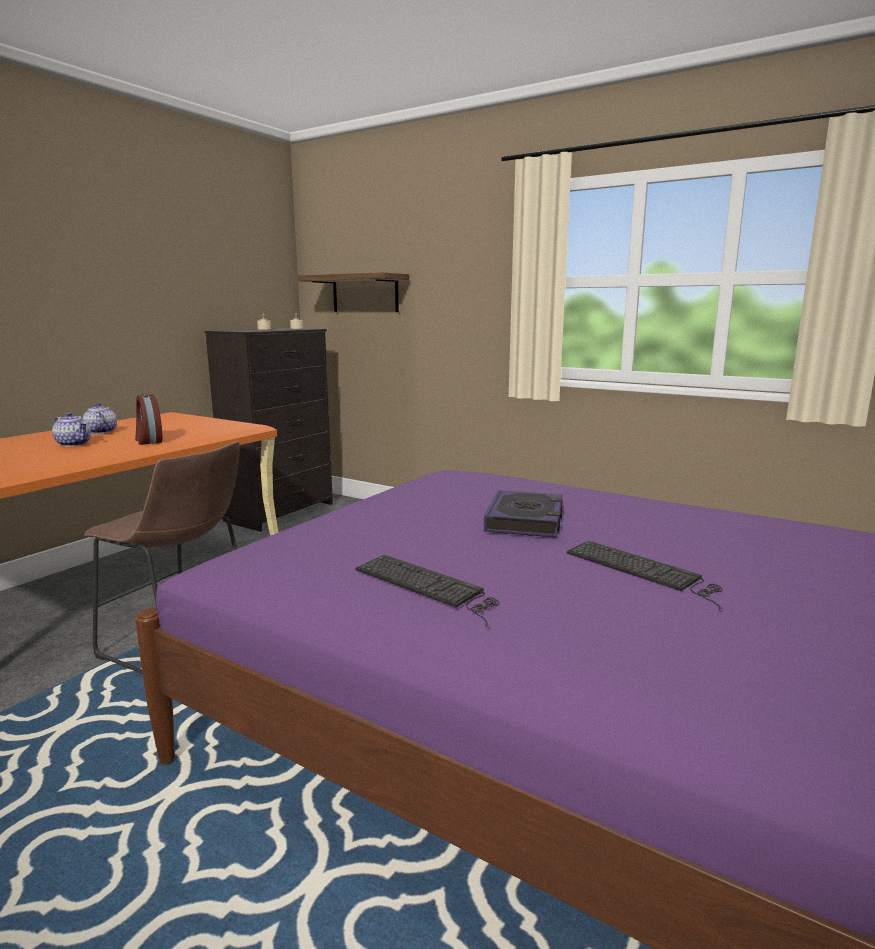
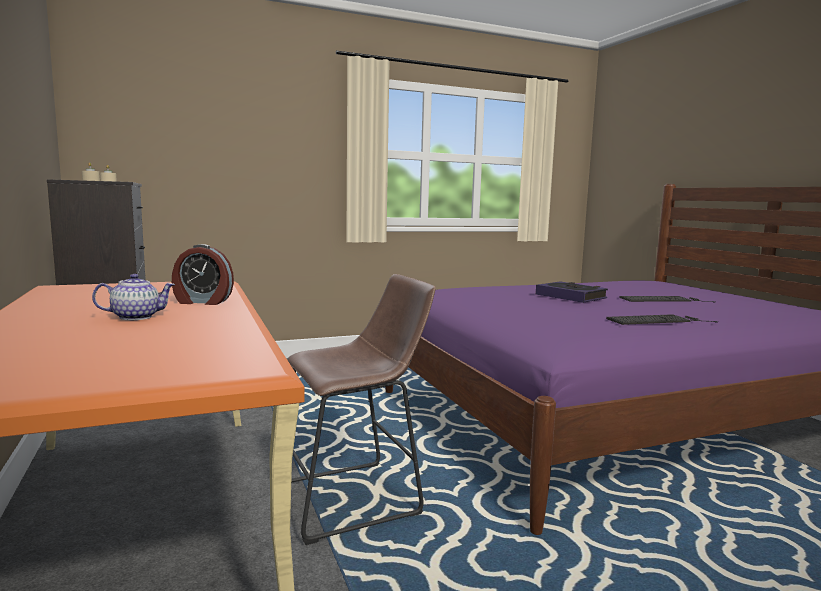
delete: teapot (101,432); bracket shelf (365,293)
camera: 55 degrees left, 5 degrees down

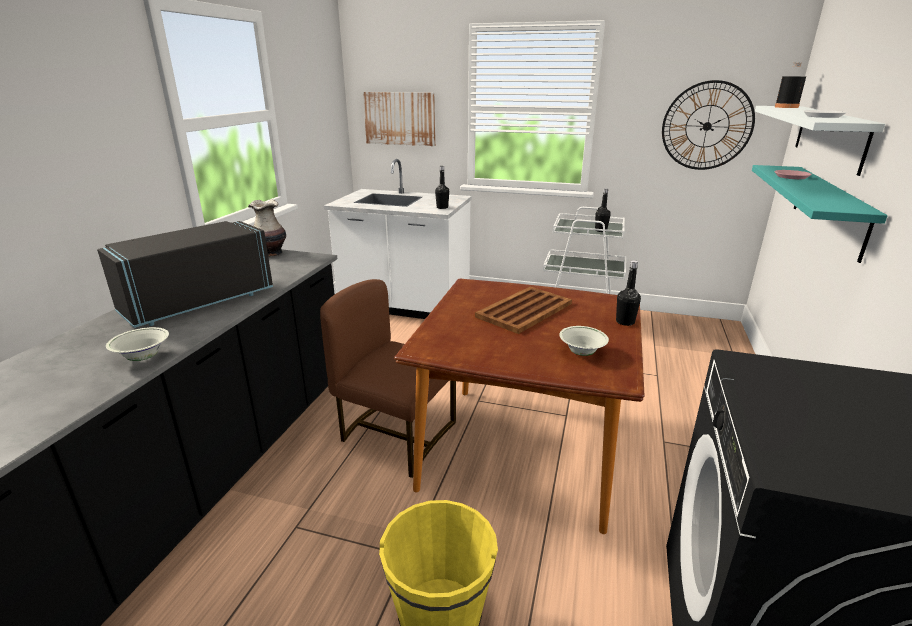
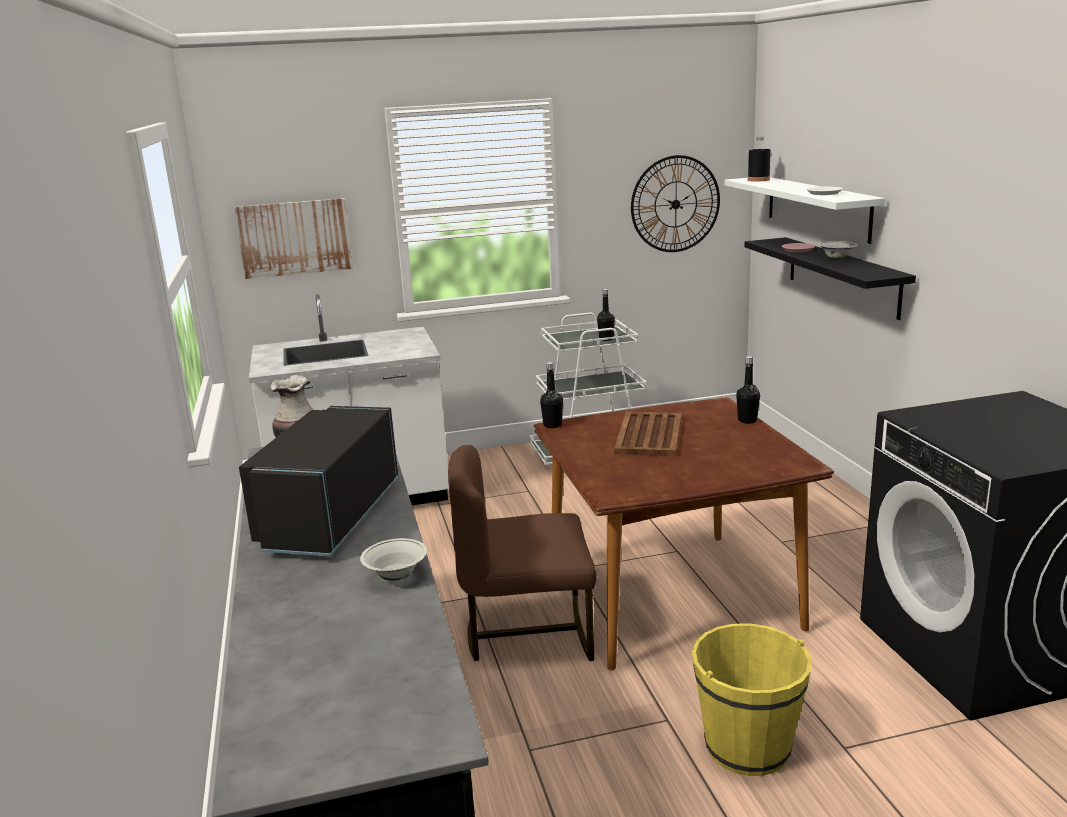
move: drink bottle in black-coloured (442,207) to (552,425); serving bowl in white-coloured (581,353) to (836,259)
recolor: bracket shelf in turquoise (829,209) to bracket shelf in black-coloured (842,276)
camera: 30 degrees left, 5 degrees down

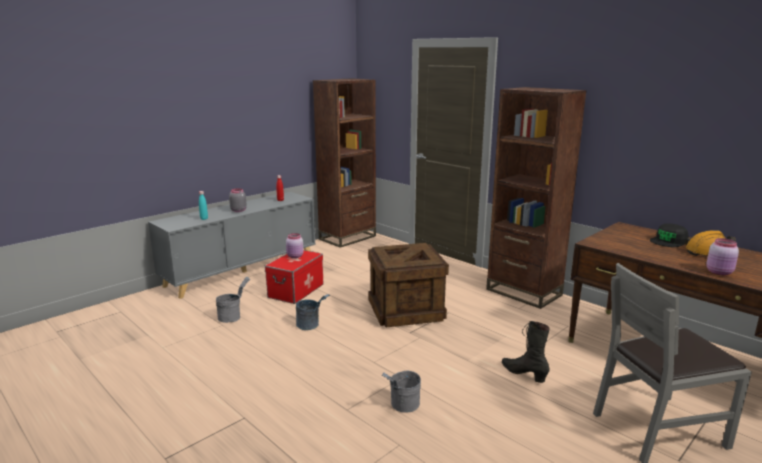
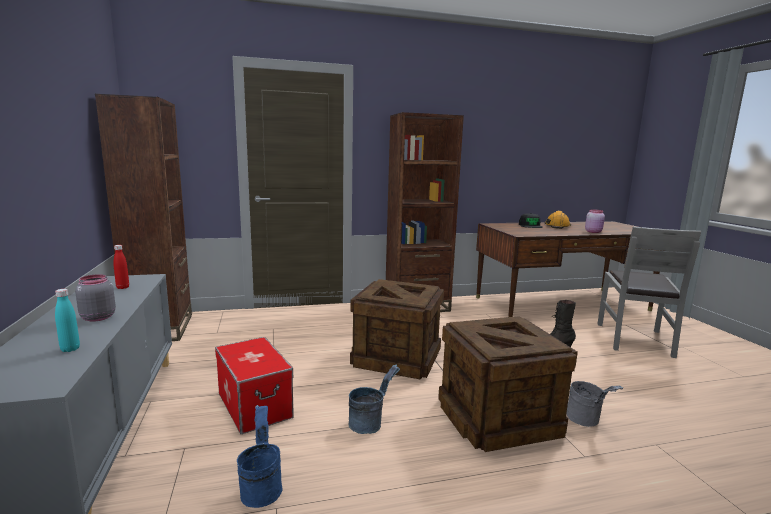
delete: preserve jar in pinkish (295,256)
insert: crate (496,418)
recolor: water bucket in gray (233,317) to water bucket in blue-coloured (261,487)
camera: 60 degrees left, 5 degrees down

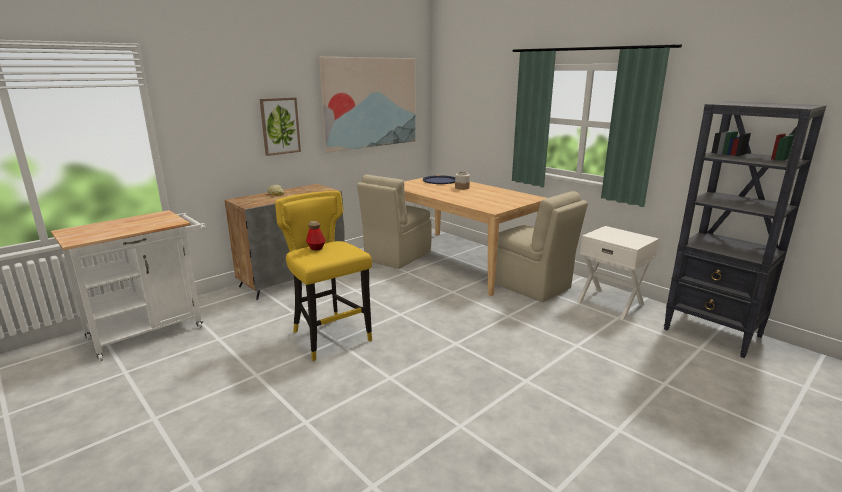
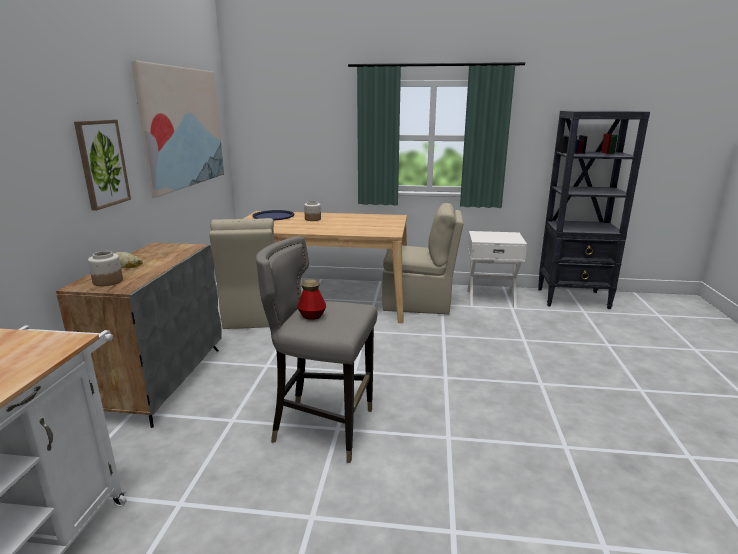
insert: preserve jar (107,281)
recolor: sitting stool in yellowish (329,337) to sitting stool in gray (322,427)
camera: 40 degrees left, 0 degrees up

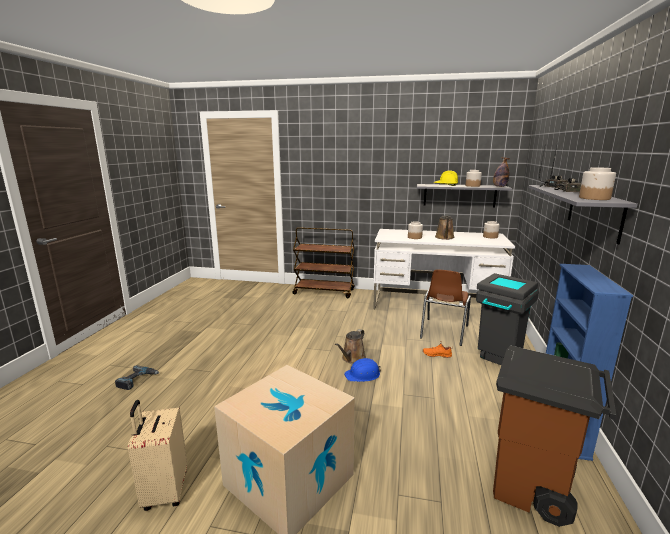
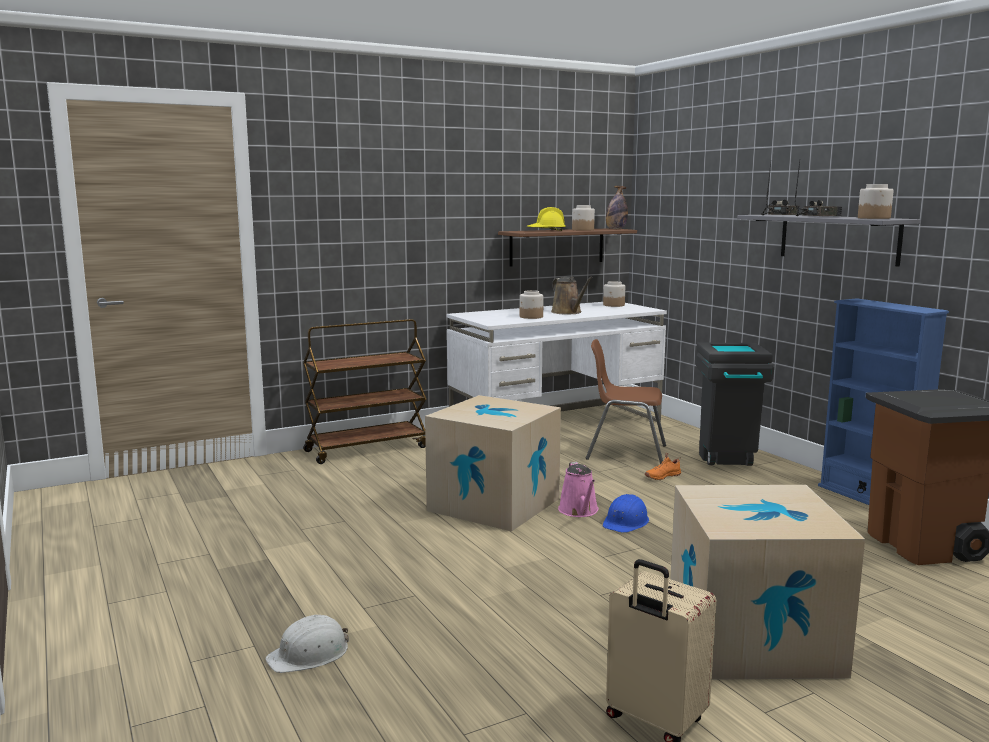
insert: cardboard box (494,504)
replace: drill (137,380) to hard hat in white-coloured (309,654)
recolor: sprinkling can in brown-coloured (352,358) to sprinkling can in pinkish (579,511); bracket shelf in gray (459,195) to bracket shelf in brown-coloured (557,247)
rotate: upright chair in brown-coloured (443,332) = (625,452) 120 degrees clockwise
camera: 40 degrees left, 5 degrees down

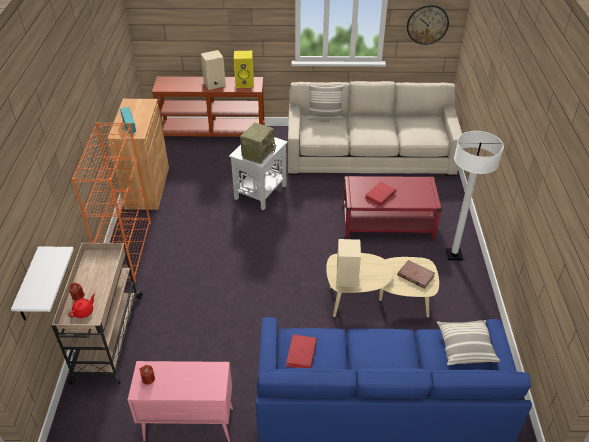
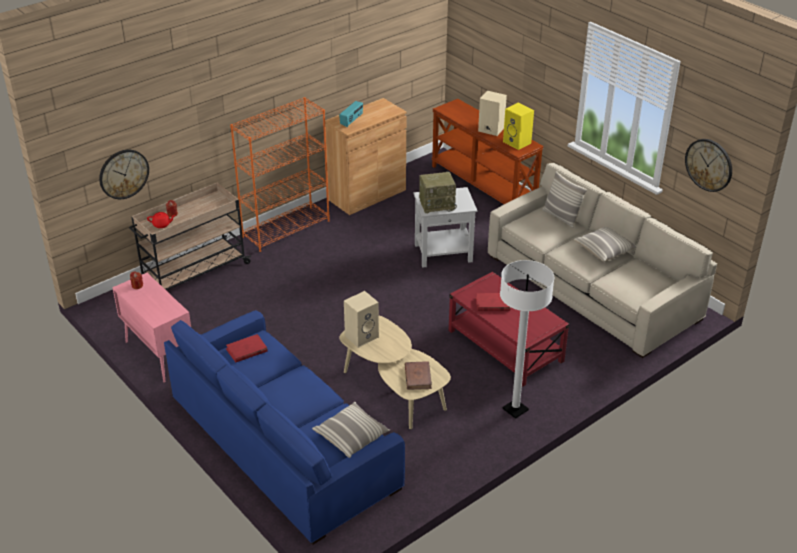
insert: pillow (604,250)
replace: bracket shelf in white-coloured (29,286) to wall clock (123,174)
camera: 50 degrees right, 5 degrees down

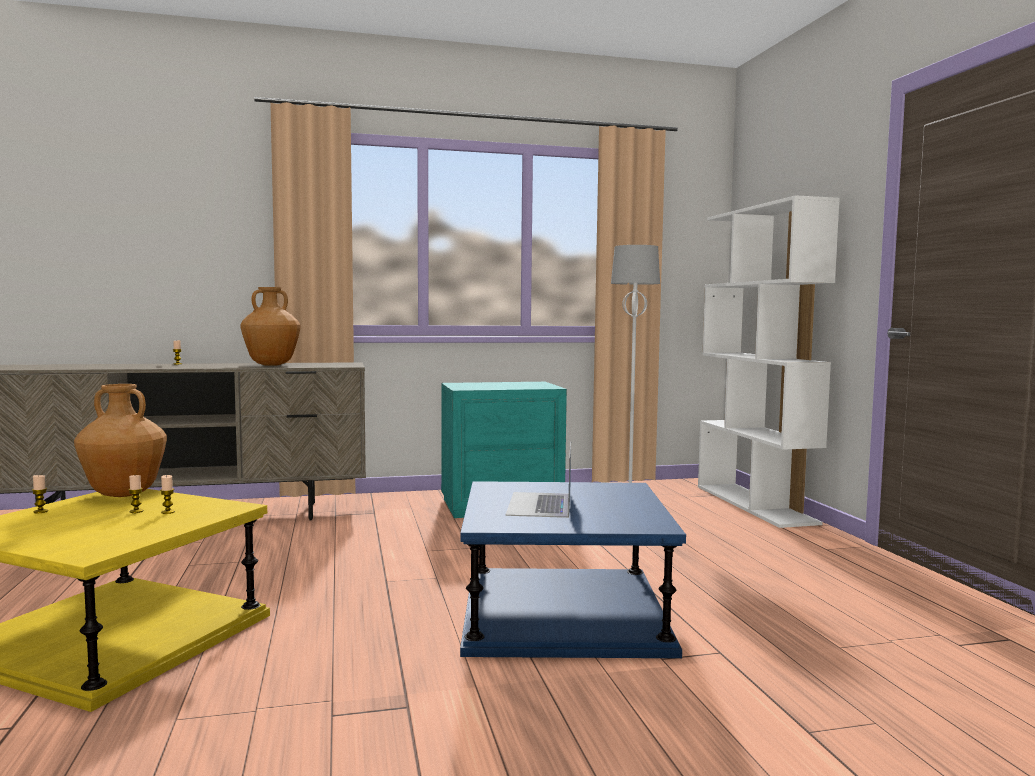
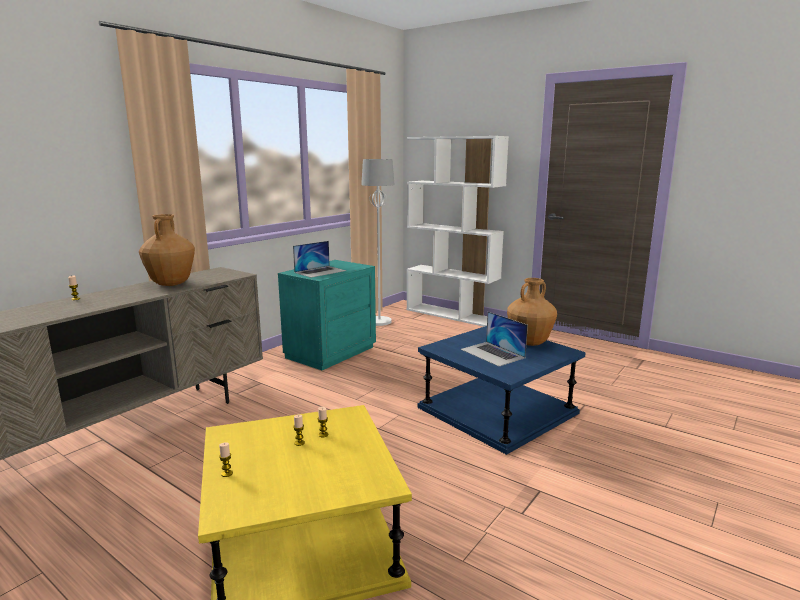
insert: laptop (320,271)
move: decorative vase in brown-coloured (124,494) to (529,343)
camera: 40 degrees left, 10 degrees up

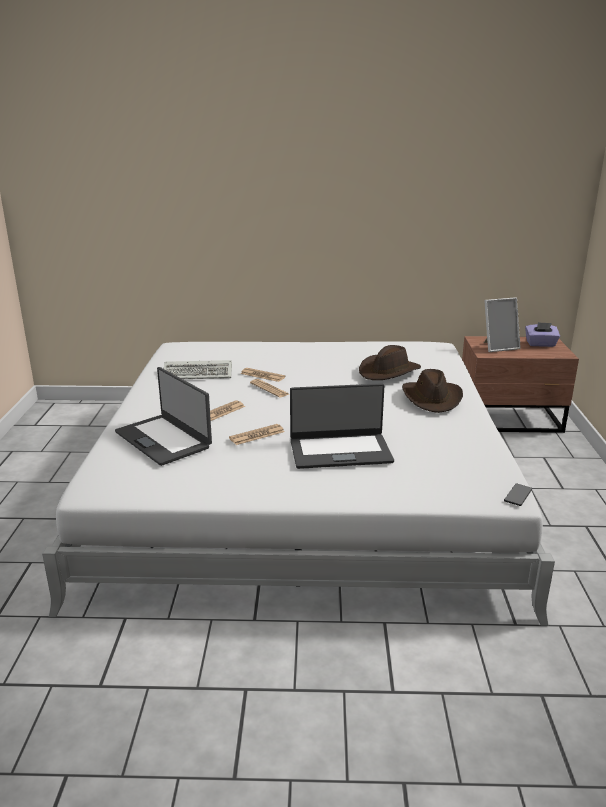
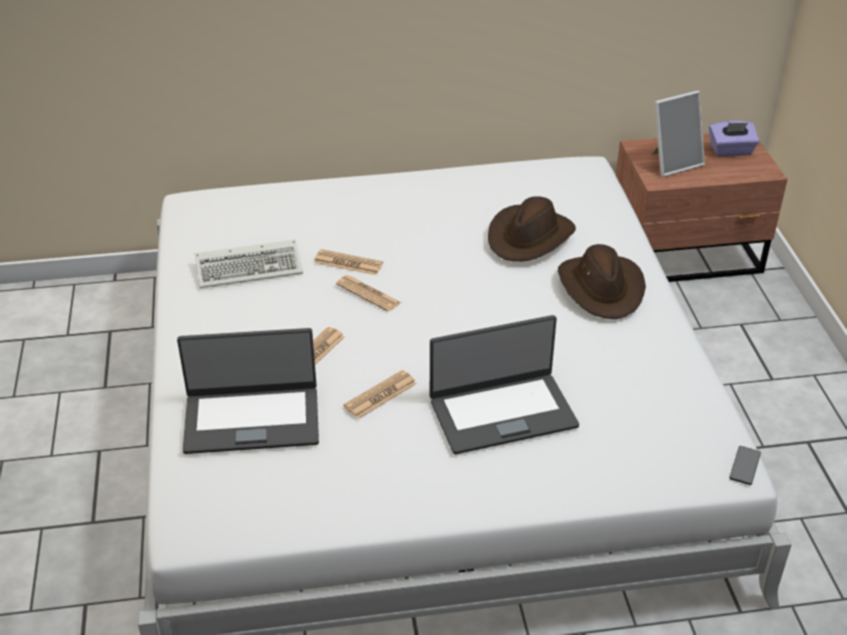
rotate: laptop (164,439) = (252,419) 45 degrees counterclockwise
camera: 10 degrees left, 15 degrees up

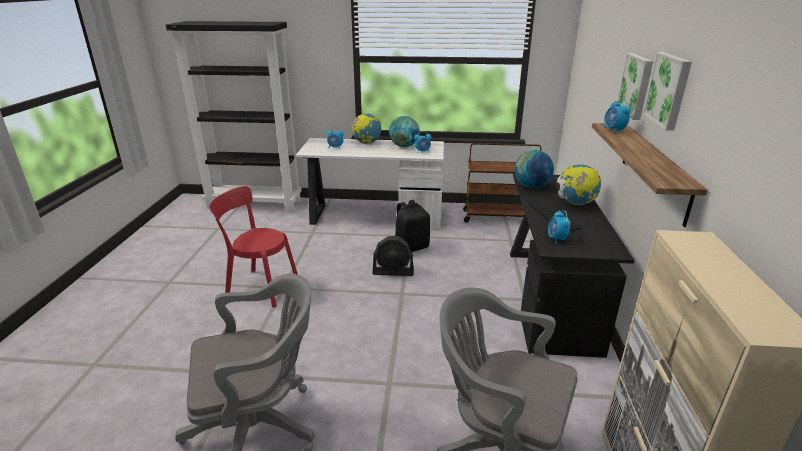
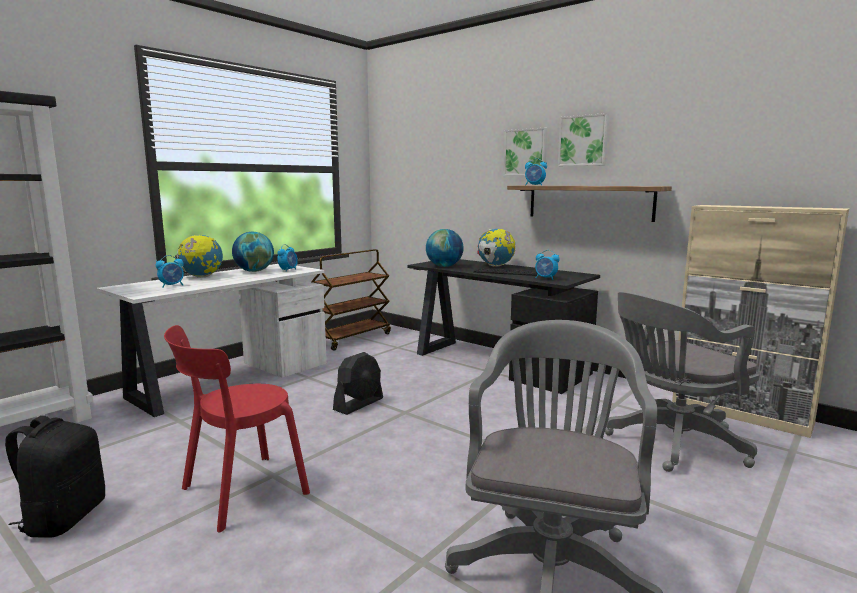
move: rucksack in black-coloured (411,247) to (63,518)
camera: 55 degrees left, 15 degrees down

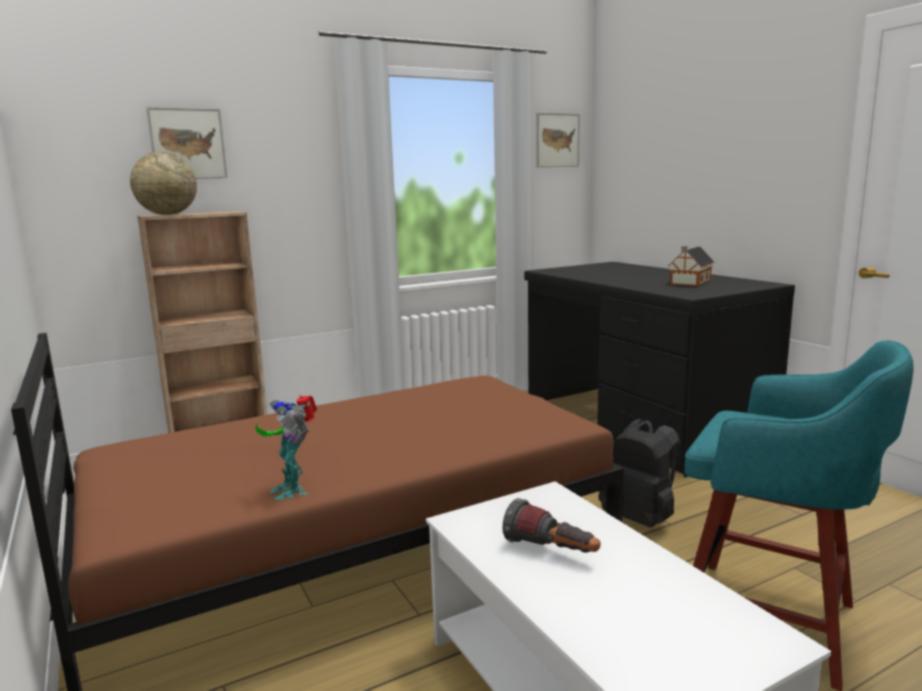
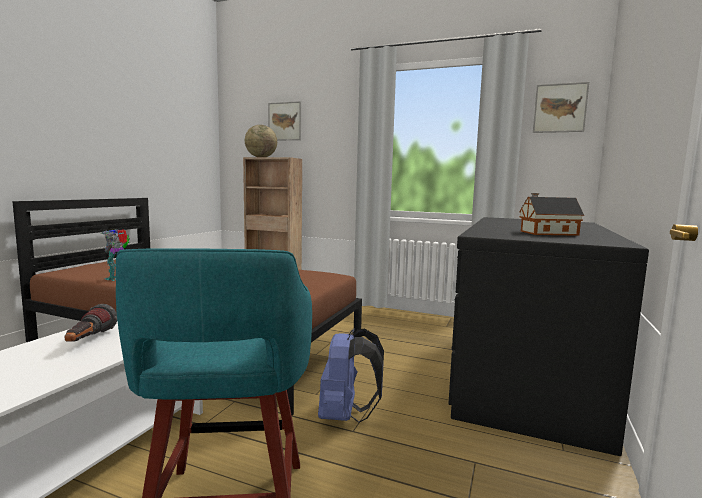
recolor: rucksack in black-coloured (640,518) to rucksack in blue-coloured (346,416)
camera: 50 degrees right, 5 degrees down

